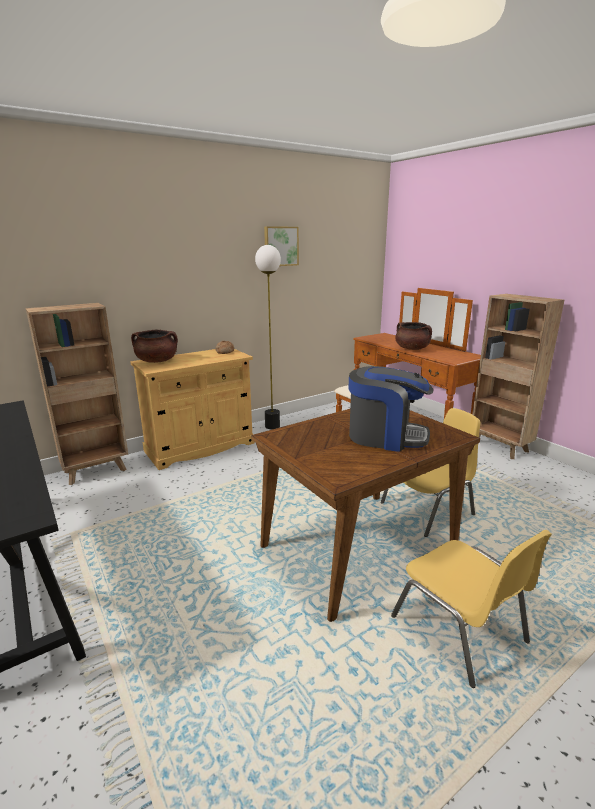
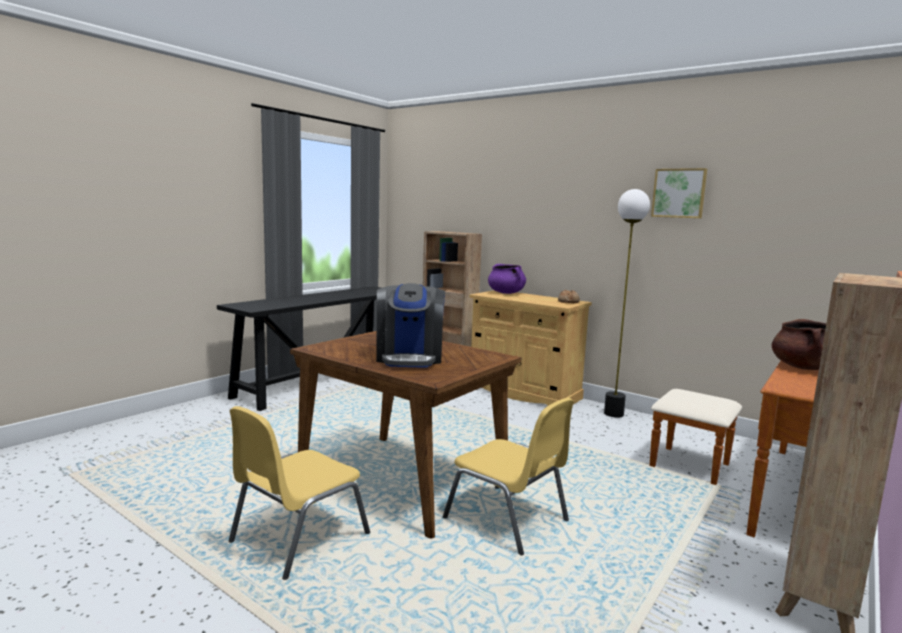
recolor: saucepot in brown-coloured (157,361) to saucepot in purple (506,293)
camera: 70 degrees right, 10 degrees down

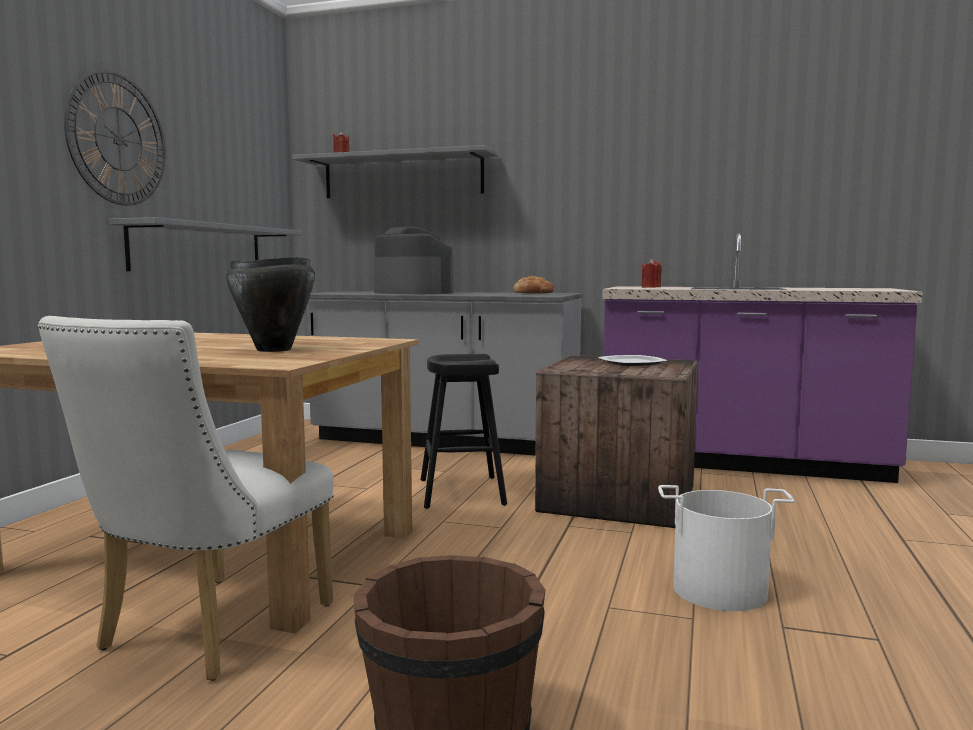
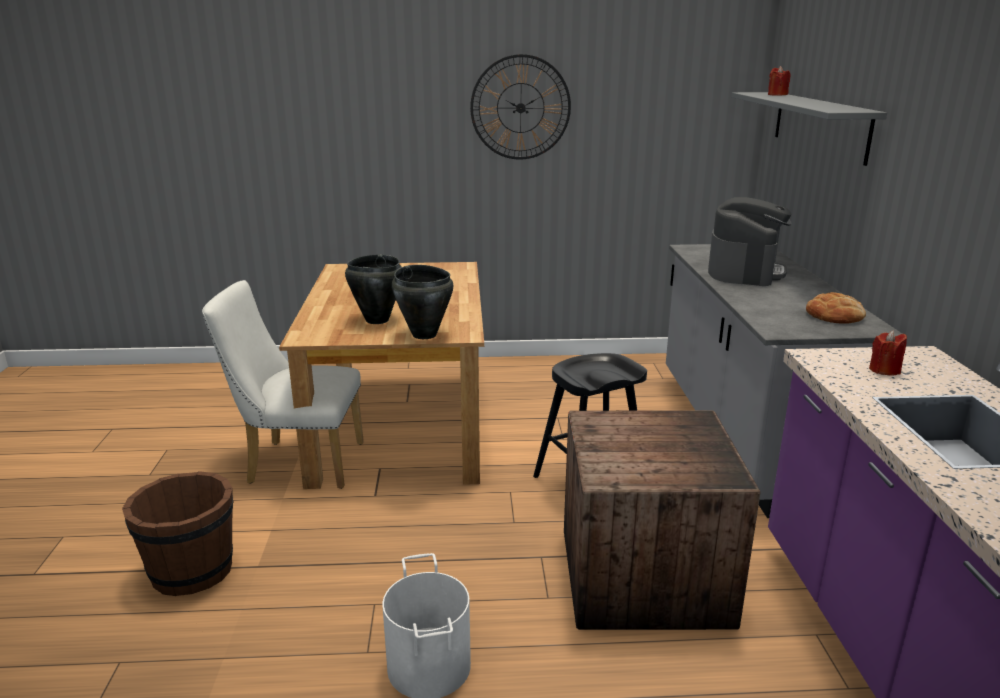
delete: bracket shelf in gray (199,248); dinner plate (632,362)
insert: saucepot in black-coloured (424,334)
camera: 70 degrees right, 15 degrees up

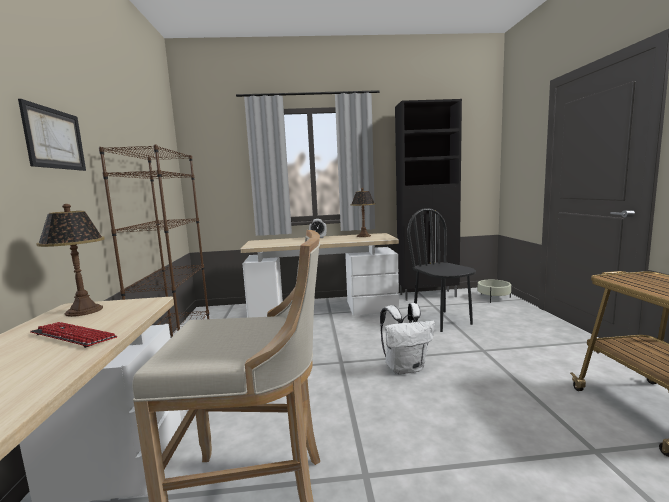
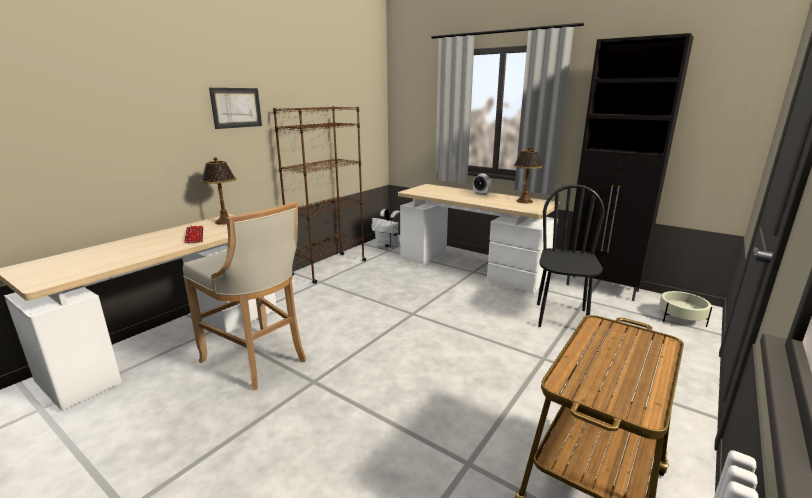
move: rucksack in white-coloured (405,368) to (388,247)
camera: 40 degrees right, 10 degrees up

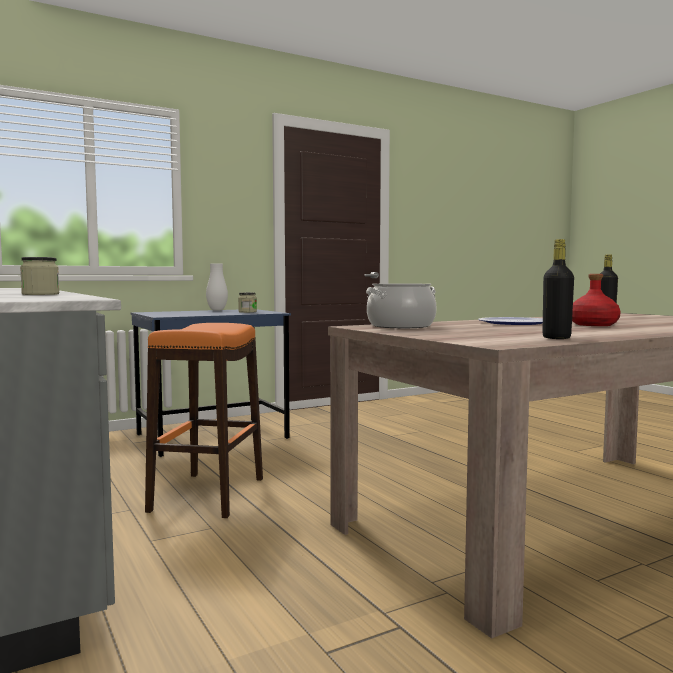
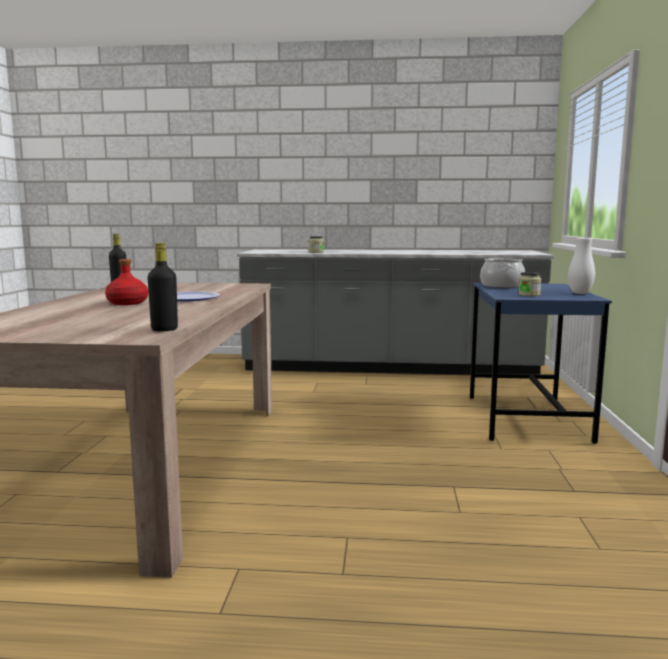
delete: sitting stool in orange (208,494)
move: saucepot (400,326) to (502,286)
camera: 125 degrees right, 5 degrees up

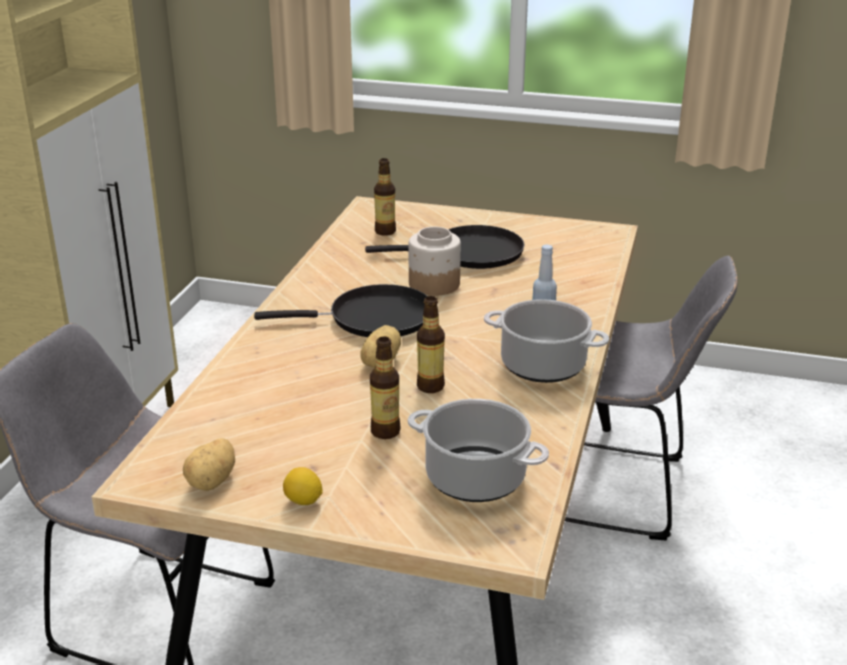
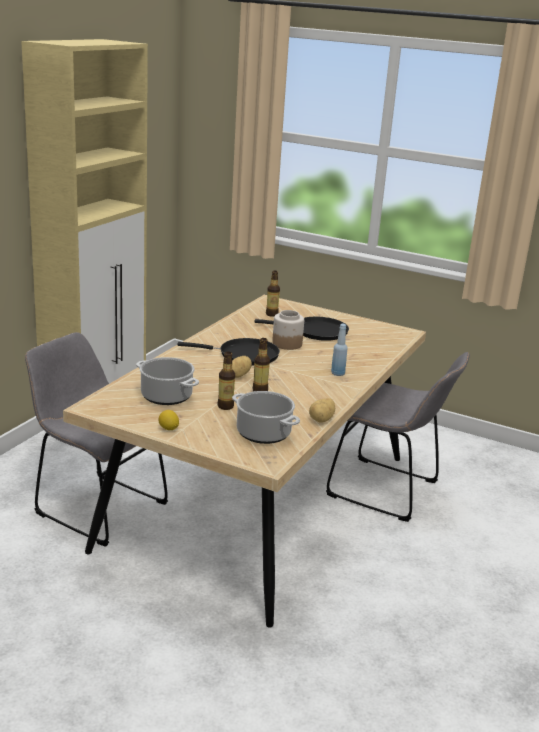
move: potato (213,481) to (322,420); saucepot (544,365) to (167,396)
camera: 10 degrees right, 5 degrees down

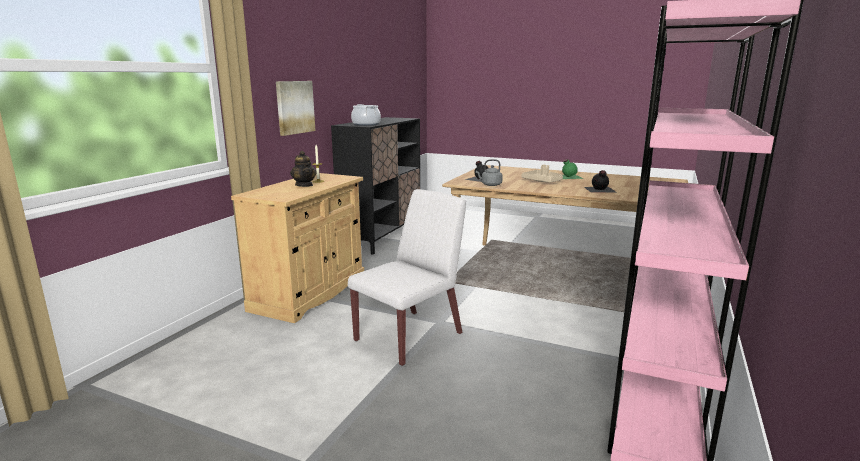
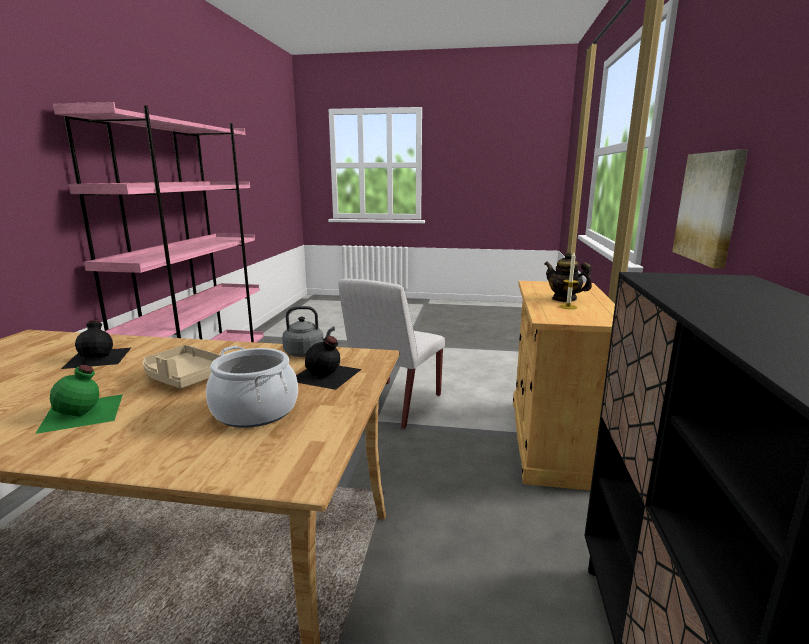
move: saucepot (366,124) to (255,411)
camera: 165 degrees right, 0 degrees up

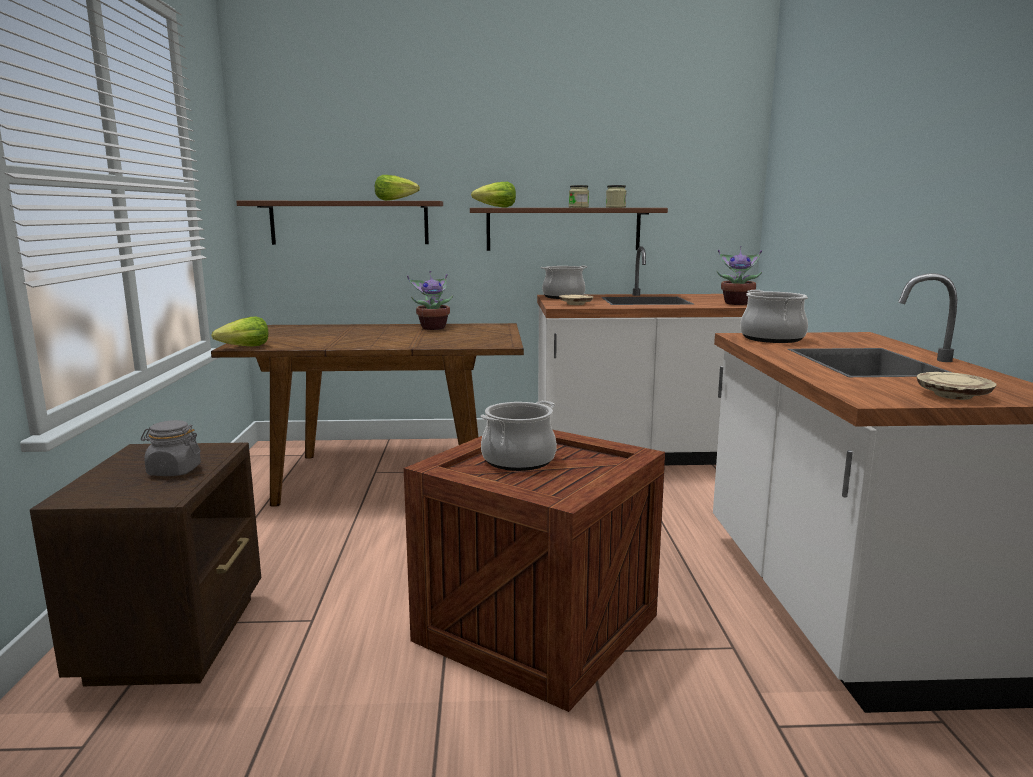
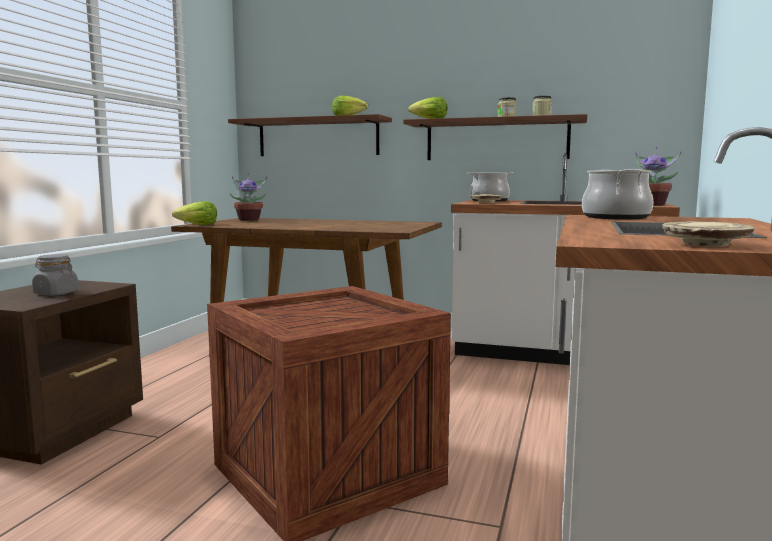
delete: saucepot (518,460)
move: houseplant (433,328) to (249,220)
camera: 20 degrees right, 5 degrees down

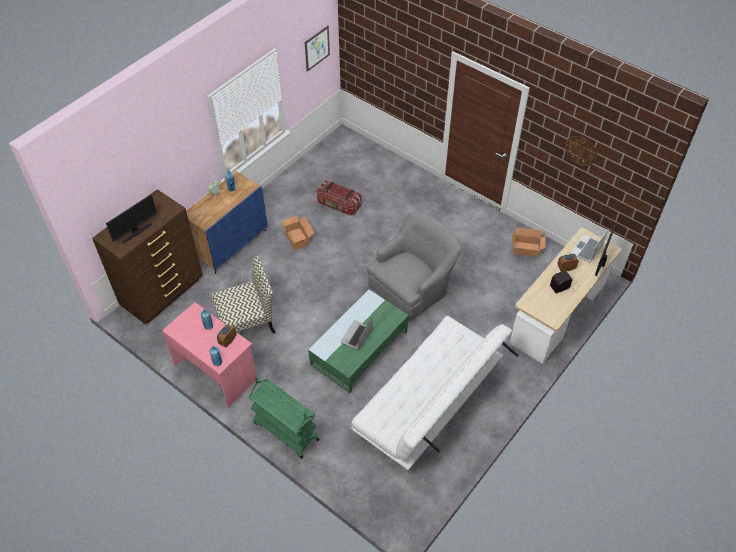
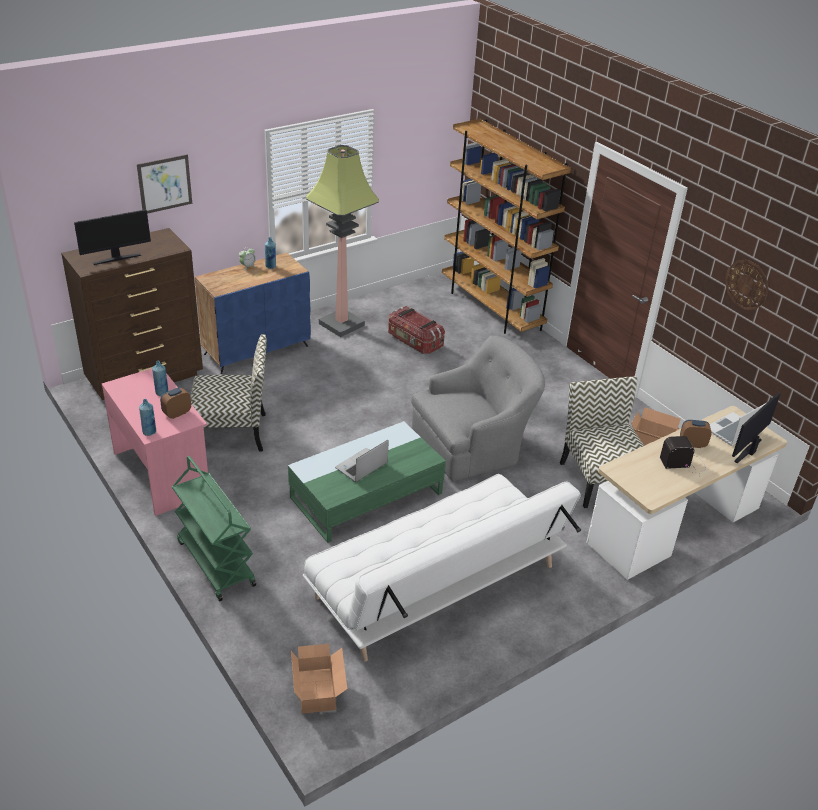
insert: floor lamp (341,324); bookshelf in brown-coloured (491,308); upright chair (599,480)
move: cardboard box (298,238) to (318,689); picture (317,48) to (165,184)
camera: 15 degrees right, 15 degrees down

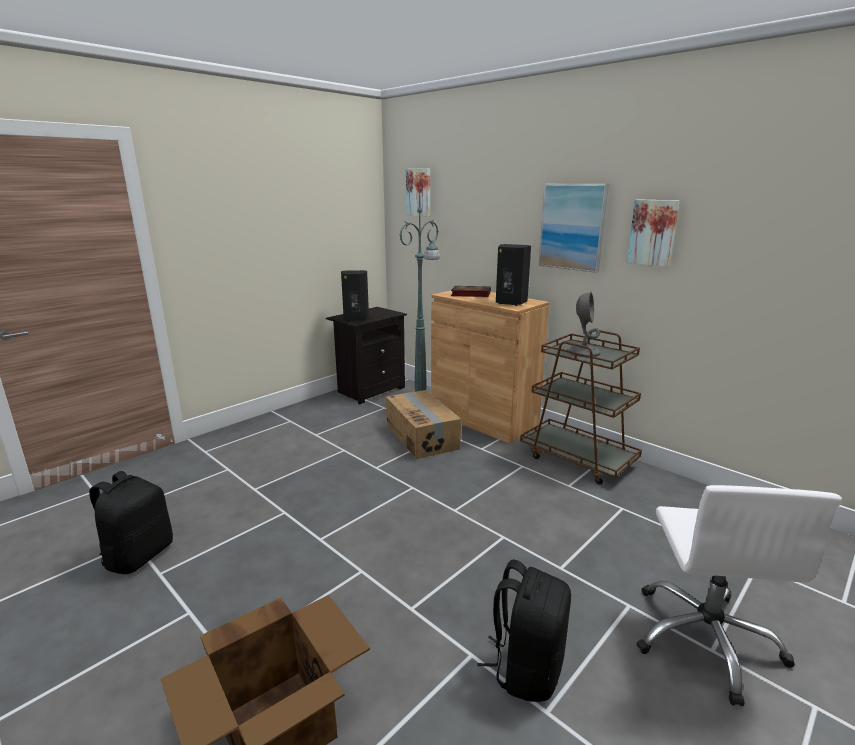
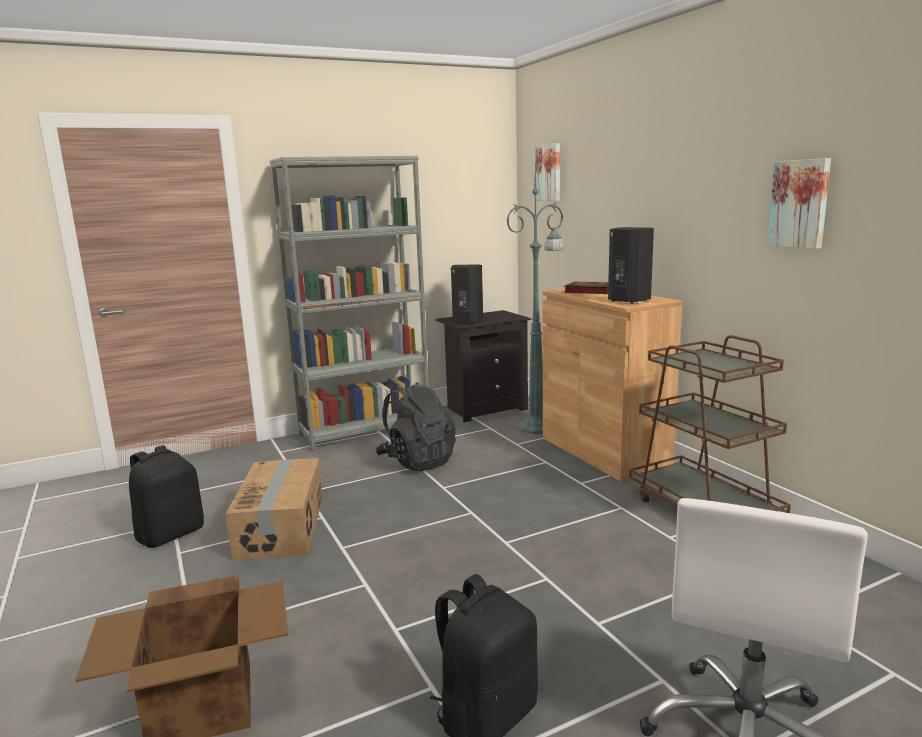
delete: picture (572,227); tabletop lamp in gray (583,352)
insert: bookshelf in gray (365,431); rucksack in black-coloured (417,461)
move: cardboard box (422,436) to (282,526)
camera: 20 degrees right, 5 degrees down

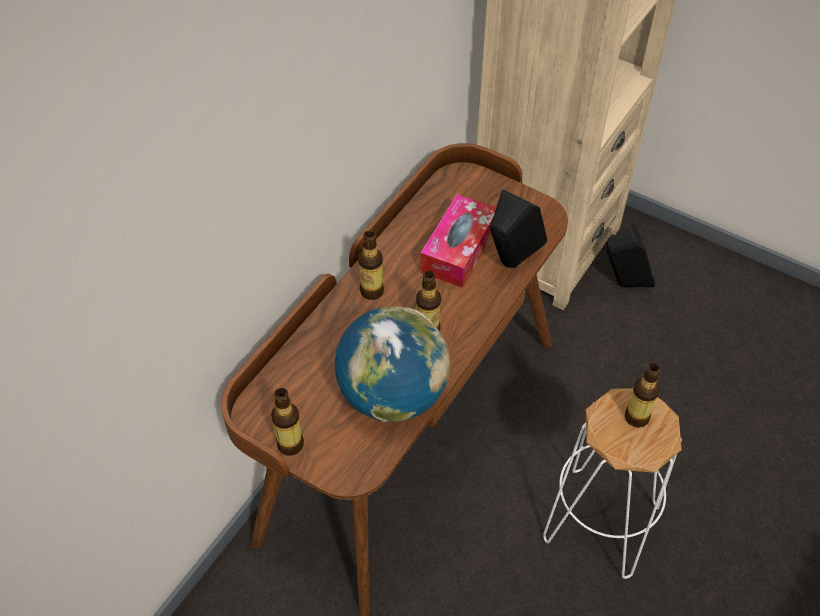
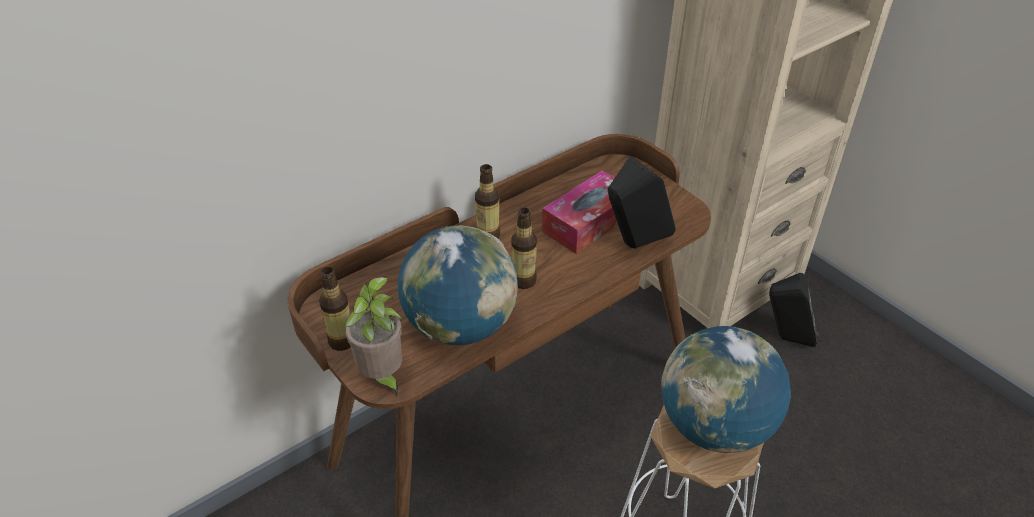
insert: houseplant (382,377)
replace: drink bottle (636,417) to desk globe (714,426)
camera: 20 degrees right, 10 degrees down

